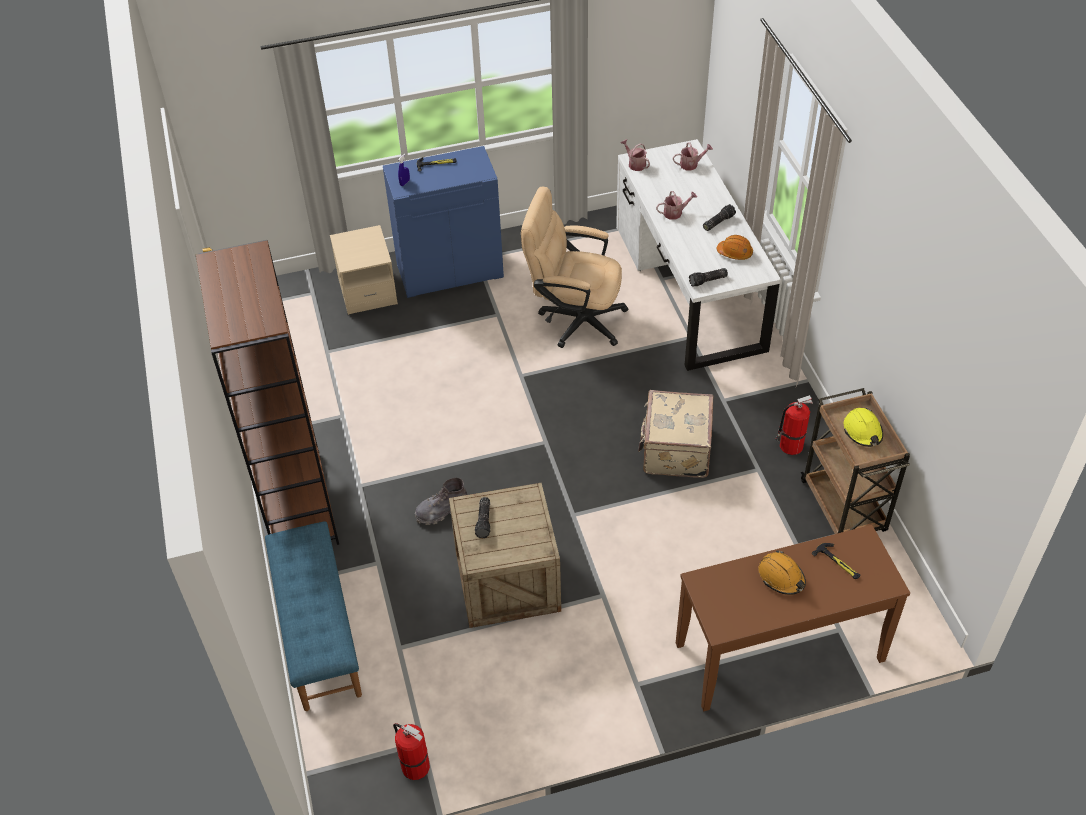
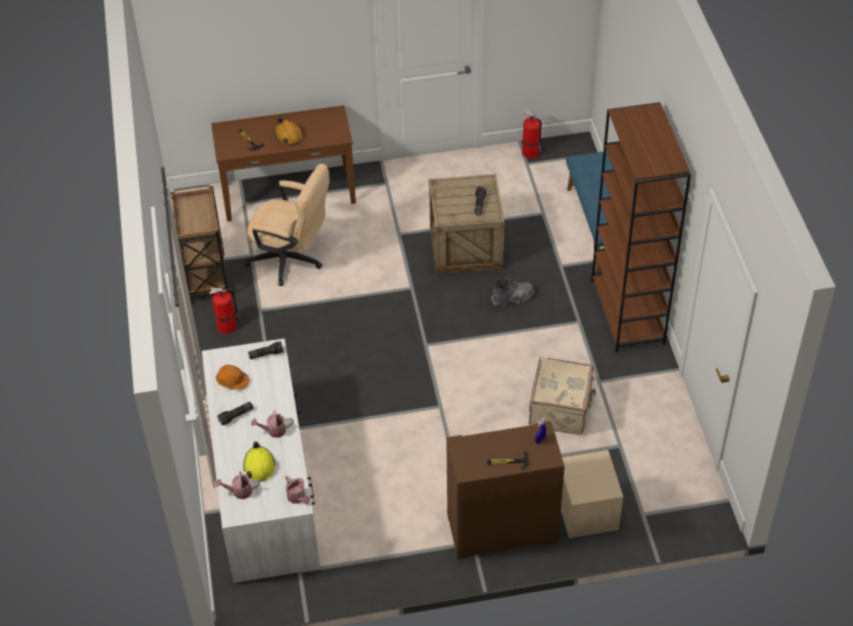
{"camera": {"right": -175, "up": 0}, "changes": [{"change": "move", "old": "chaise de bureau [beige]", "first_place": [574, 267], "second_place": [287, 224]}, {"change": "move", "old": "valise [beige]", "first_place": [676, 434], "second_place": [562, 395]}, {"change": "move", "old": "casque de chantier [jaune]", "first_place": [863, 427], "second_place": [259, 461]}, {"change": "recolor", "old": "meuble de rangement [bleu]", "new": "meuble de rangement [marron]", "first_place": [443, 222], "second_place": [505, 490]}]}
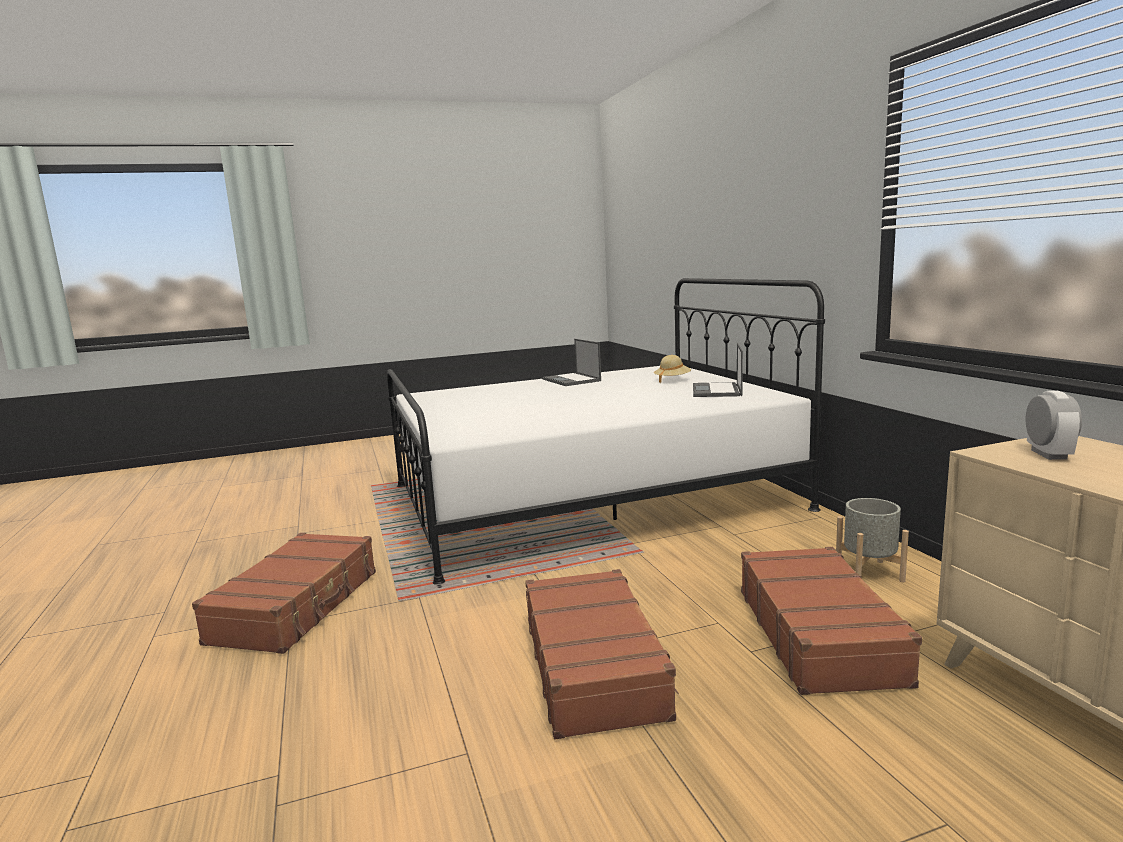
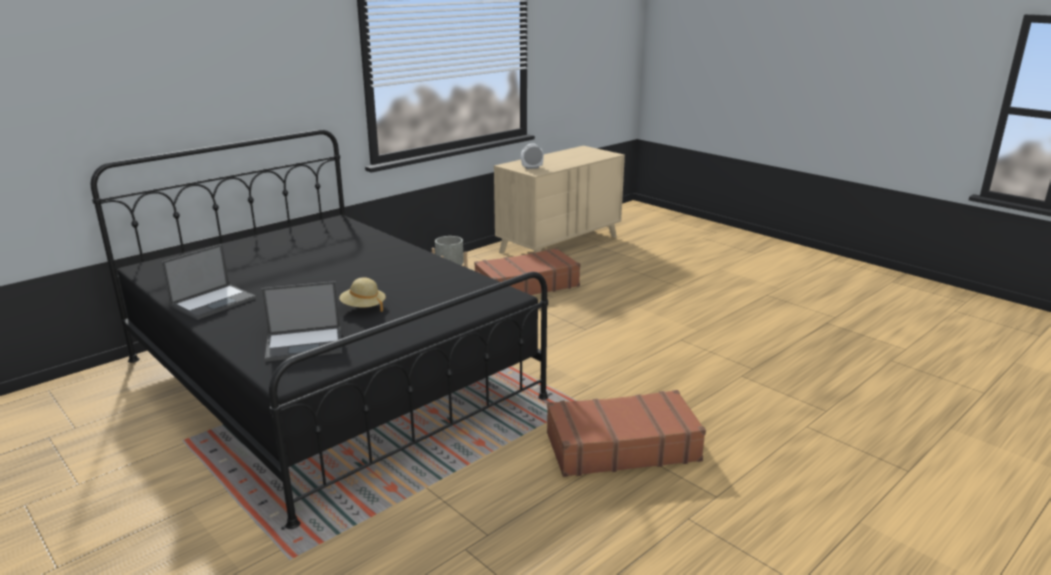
{"camera": {"right": -115, "up": 10}, "changes": [{"change": "delete", "old": "valise [marron]", "first_place": [602, 654]}, {"change": "move", "old": "chapeau [beige]", "first_place": [672, 369], "second_place": [362, 294]}, {"change": "move", "old": "ordinateur portable", "first_place": [718, 370], "second_place": [301, 321]}, {"change": "recolor", "old": "lit [blanc]", "new": "lit [noir]", "first_place": [606, 431], "second_place": [319, 329]}]}
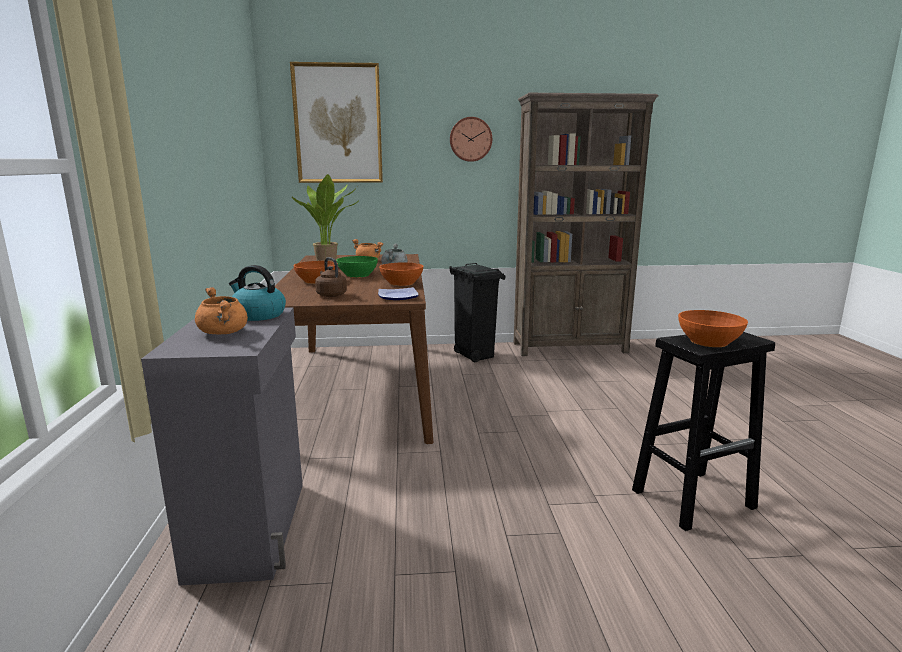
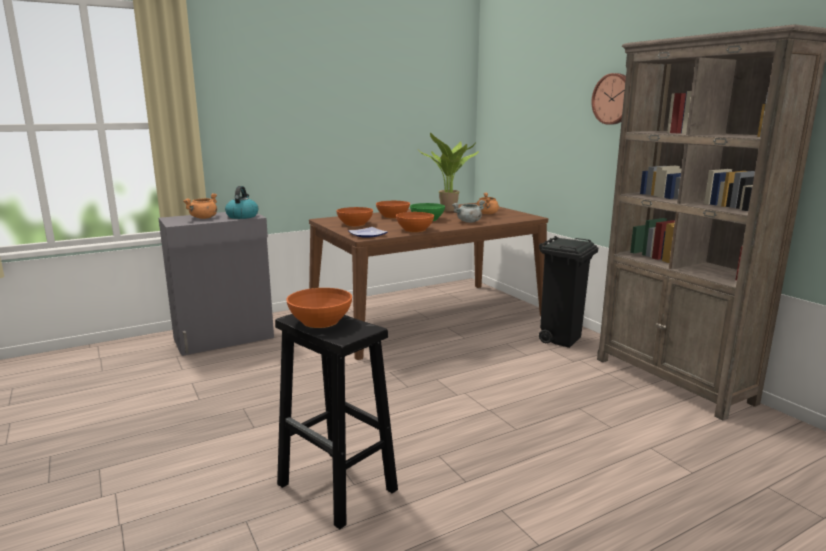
{"camera": {"right": 65, "up": 0}, "changes": [{"change": "delete", "old": "tableau", "first_place": [336, 122]}, {"change": "replace", "old": "bouilloire [marron]", "new": "bol [orange]", "first_place": [331, 277], "second_place": [354, 216]}]}
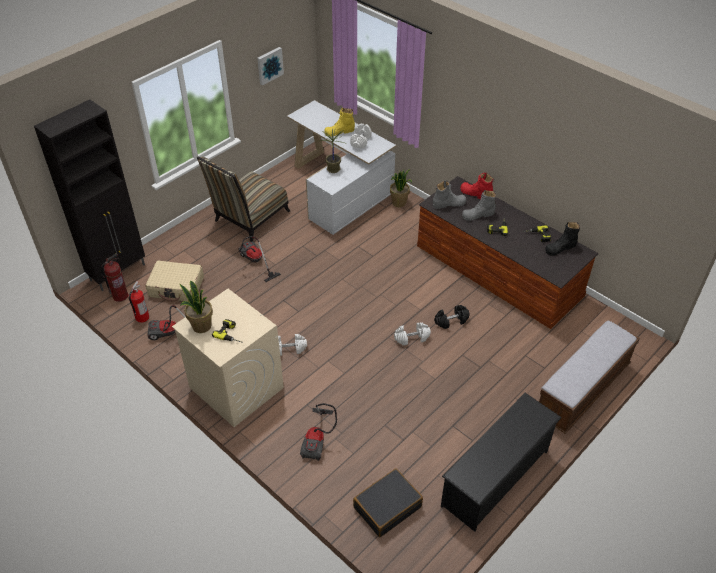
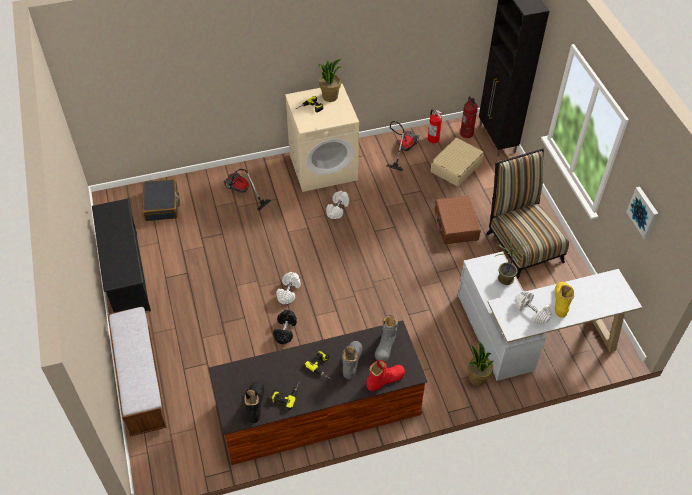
{"camera": {"right": 120, "up": 5}, "changes": [{"change": "replace", "old": "aspirateur", "new": "valise [marron]", "first_place": [259, 259], "second_place": [458, 220]}]}
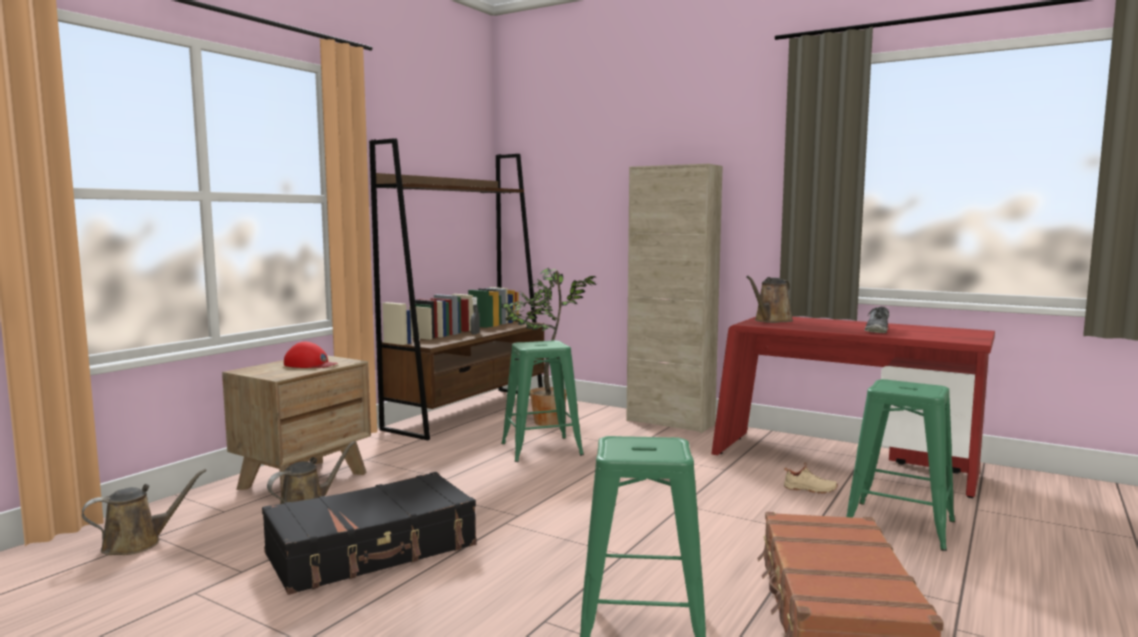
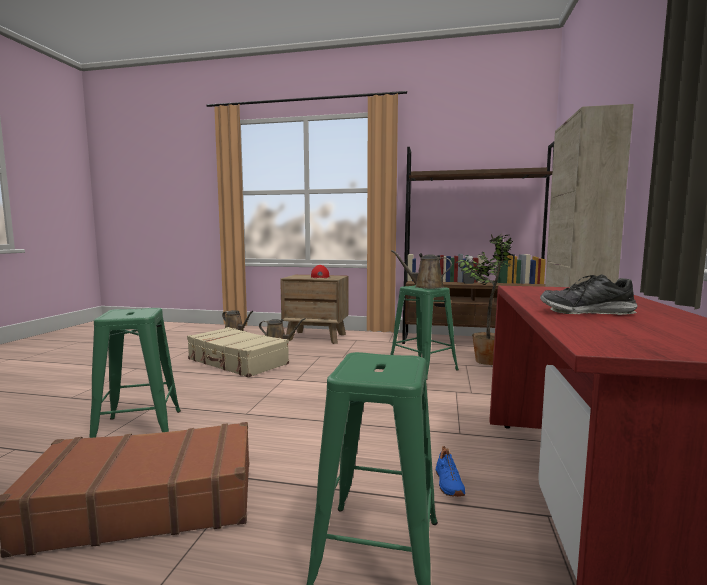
{"camera": {"right": 70, "up": 0}, "changes": [{"change": "move", "old": "arrosoir [marron]", "first_place": [769, 299], "second_place": [421, 269]}, {"change": "recolor", "old": "valise [noir]", "new": "valise [beige]", "first_place": [369, 533], "second_place": [238, 352]}, {"change": "recolor", "old": "chaussure [beige]", "new": "chaussure [bleu]", "first_place": [811, 478], "second_place": [450, 471]}]}
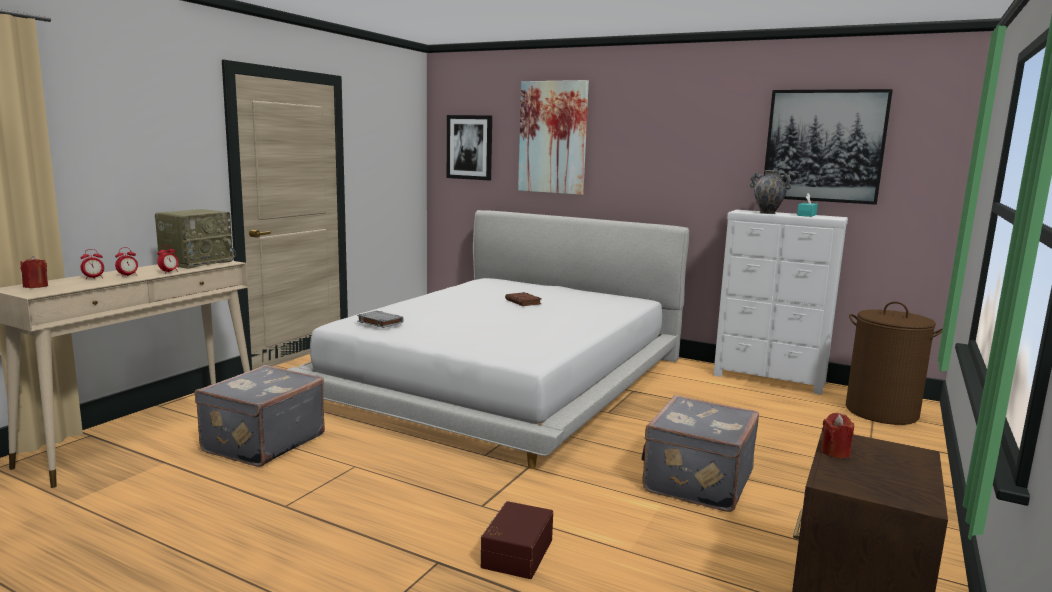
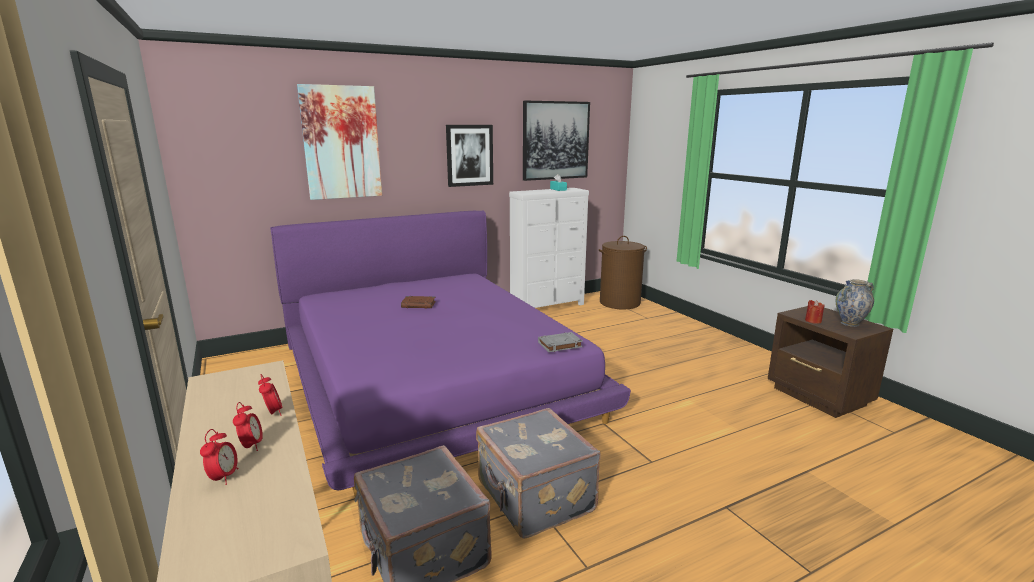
{"camera": {"right": -55, "up": 5}, "changes": [{"change": "delete", "old": "bougie [rouge]", "first_place": [34, 272]}, {"change": "delete", "old": "radio", "first_place": [195, 239]}, {"change": "delete", "old": "boîte de rangement [marron]", "first_place": [517, 540]}, {"change": "move", "old": "livre [gris]", "first_place": [380, 319], "second_place": [560, 342]}, {"change": "move", "old": "tableau", "first_place": [469, 147], "second_place": [469, 156]}, {"change": "move", "old": "valise [gris]", "first_place": [700, 453], "second_place": [538, 473]}, {"change": "move", "old": "vase", "first_place": [770, 192], "second_place": [855, 303]}, {"change": "recolor", "old": "lit [blanc]", "new": "lit [violet]", "first_place": [487, 339], "second_place": [450, 353]}]}
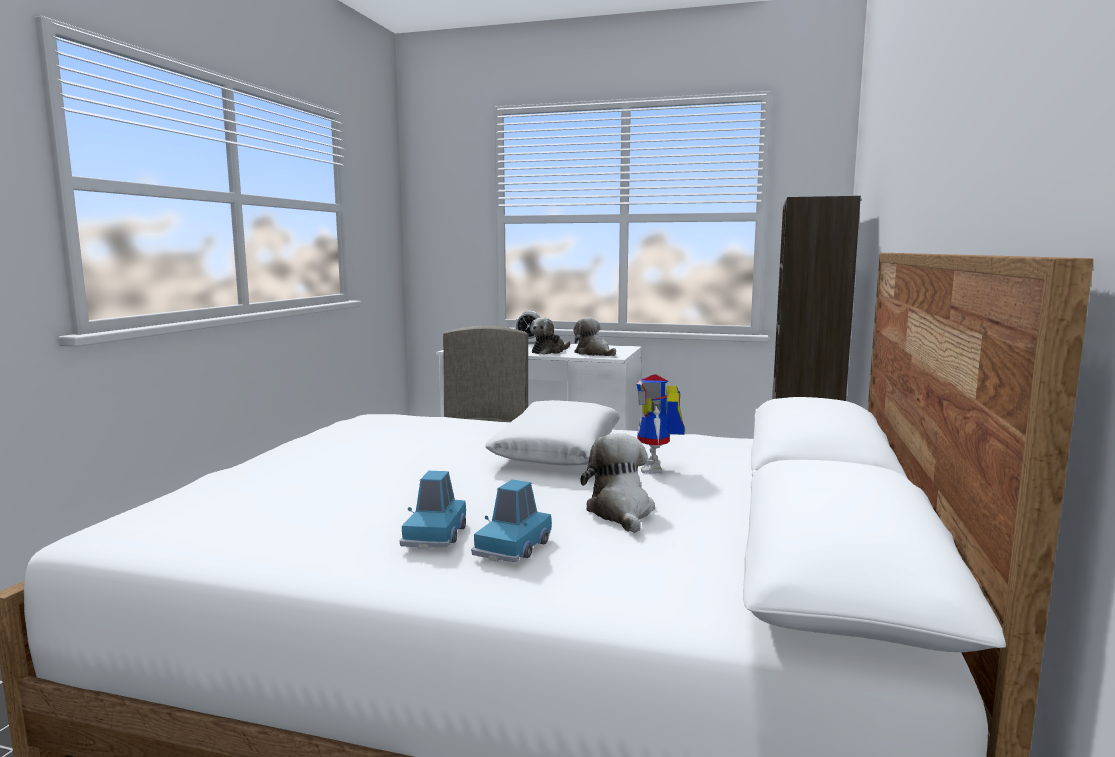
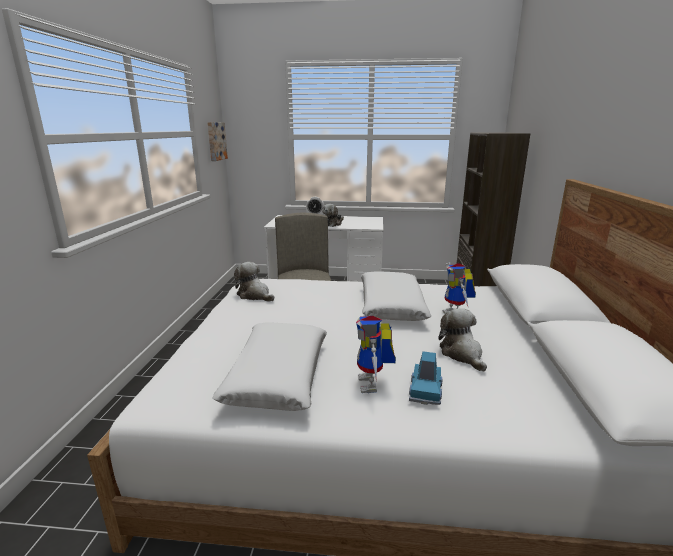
{"camera": {"right": -10, "up": 10}, "changes": [{"change": "insert", "new": "tableau", "second_place": [217, 141]}, {"change": "insert", "new": "coussin [blanc]", "second_place": [269, 366]}, {"change": "move", "old": "peluche", "first_place": [594, 336], "second_place": [254, 282]}, {"change": "replace", "old": "petite voiture [bleu]", "new": "robot jouet", "first_place": [433, 510], "second_place": [376, 352]}]}
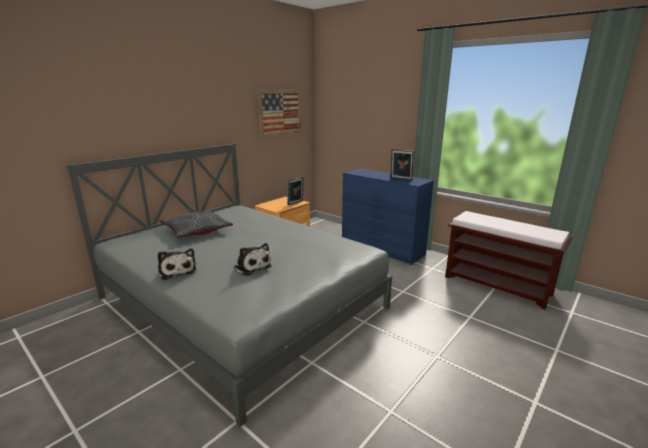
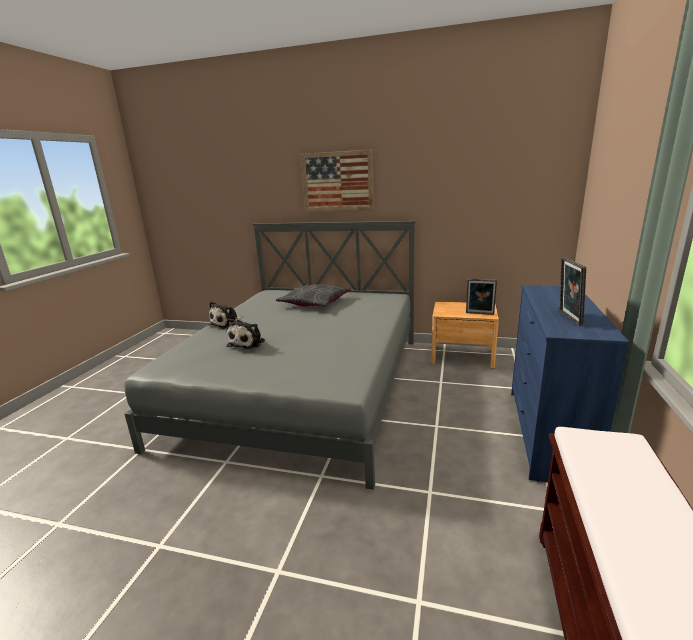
{"camera": {"right": 65, "up": 0}, "changes": [{"change": "move", "old": "tableau", "first_place": [279, 113], "second_place": [337, 181]}]}
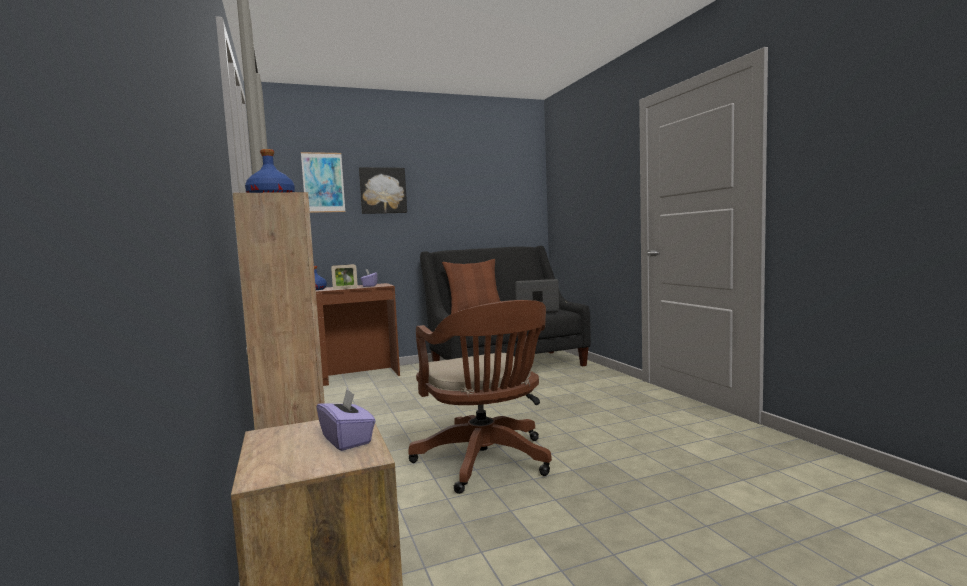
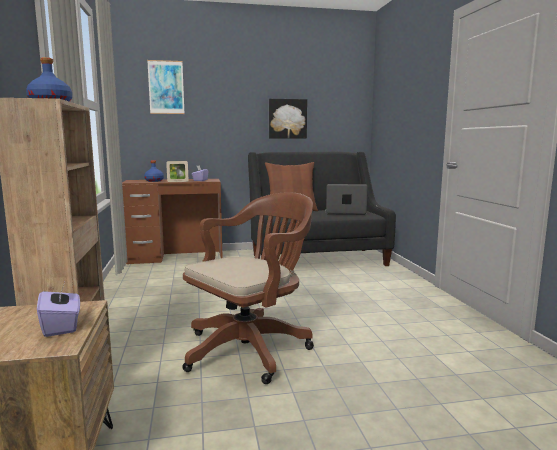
{"camera": {"right": 10, "up": 5}, "changes": [{"change": "move", "old": "tableau", "first_place": [383, 190], "second_place": [288, 119]}, {"change": "rotate", "old": "chaise de bureau [marron]", "first_place": [480, 397], "second_place": [248, 288], "degrees": -120}]}
